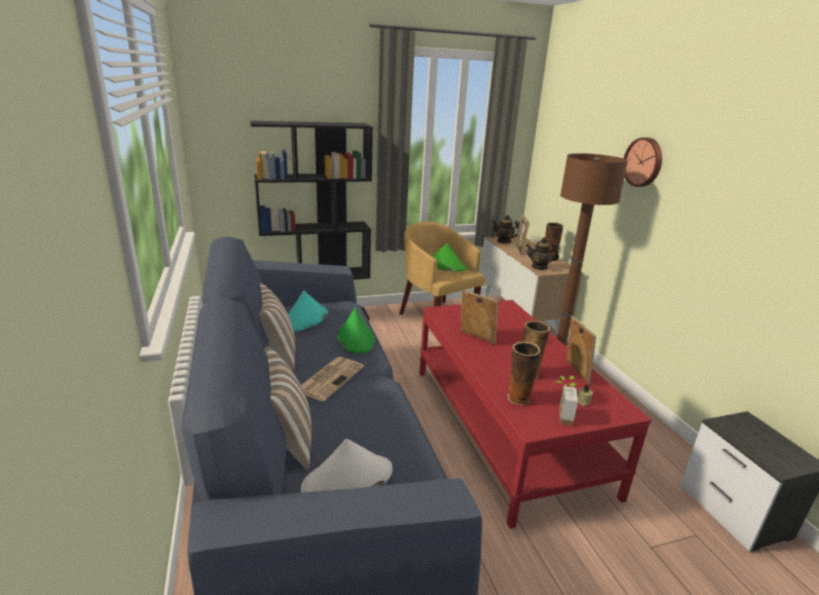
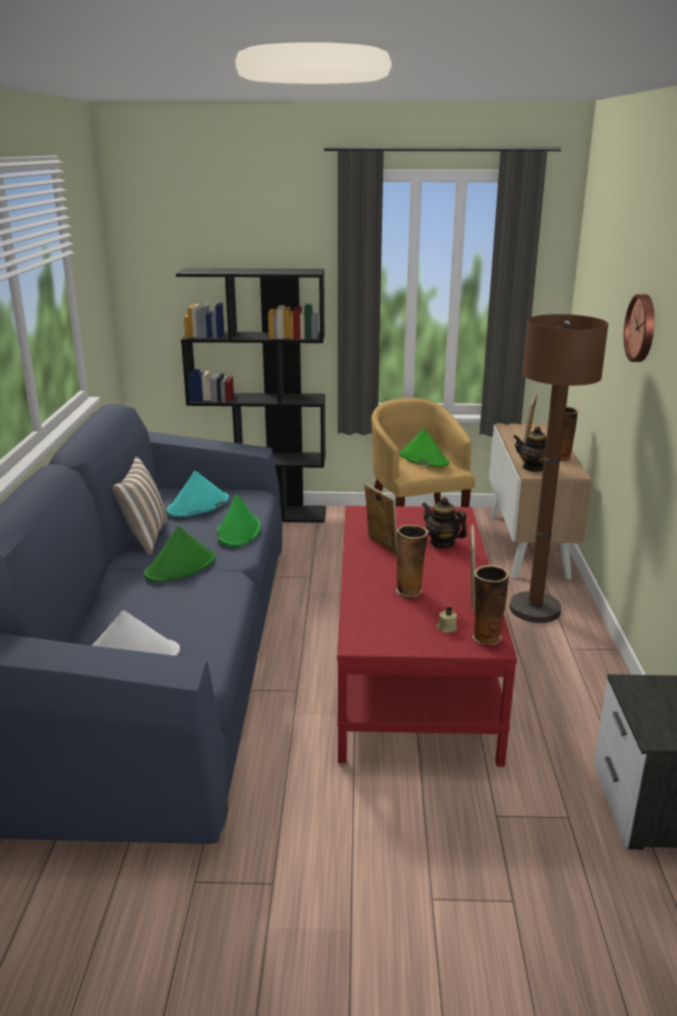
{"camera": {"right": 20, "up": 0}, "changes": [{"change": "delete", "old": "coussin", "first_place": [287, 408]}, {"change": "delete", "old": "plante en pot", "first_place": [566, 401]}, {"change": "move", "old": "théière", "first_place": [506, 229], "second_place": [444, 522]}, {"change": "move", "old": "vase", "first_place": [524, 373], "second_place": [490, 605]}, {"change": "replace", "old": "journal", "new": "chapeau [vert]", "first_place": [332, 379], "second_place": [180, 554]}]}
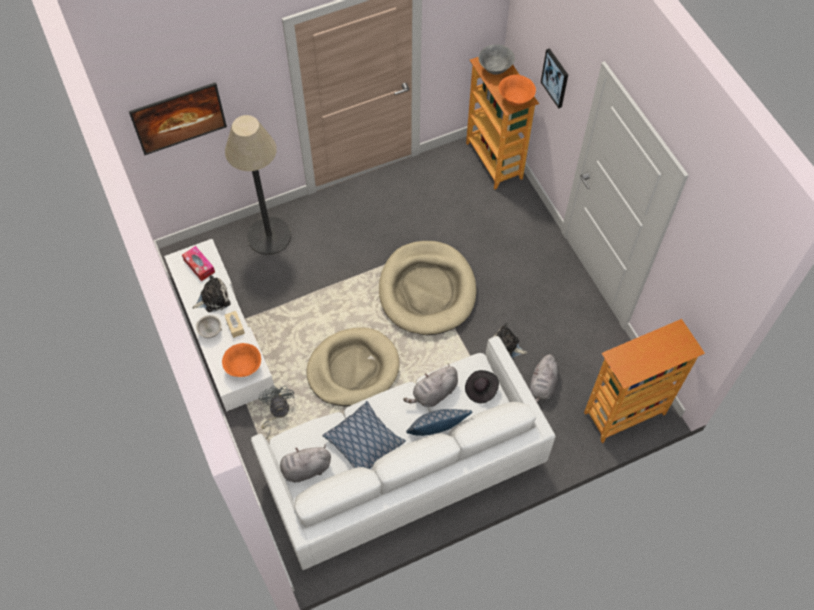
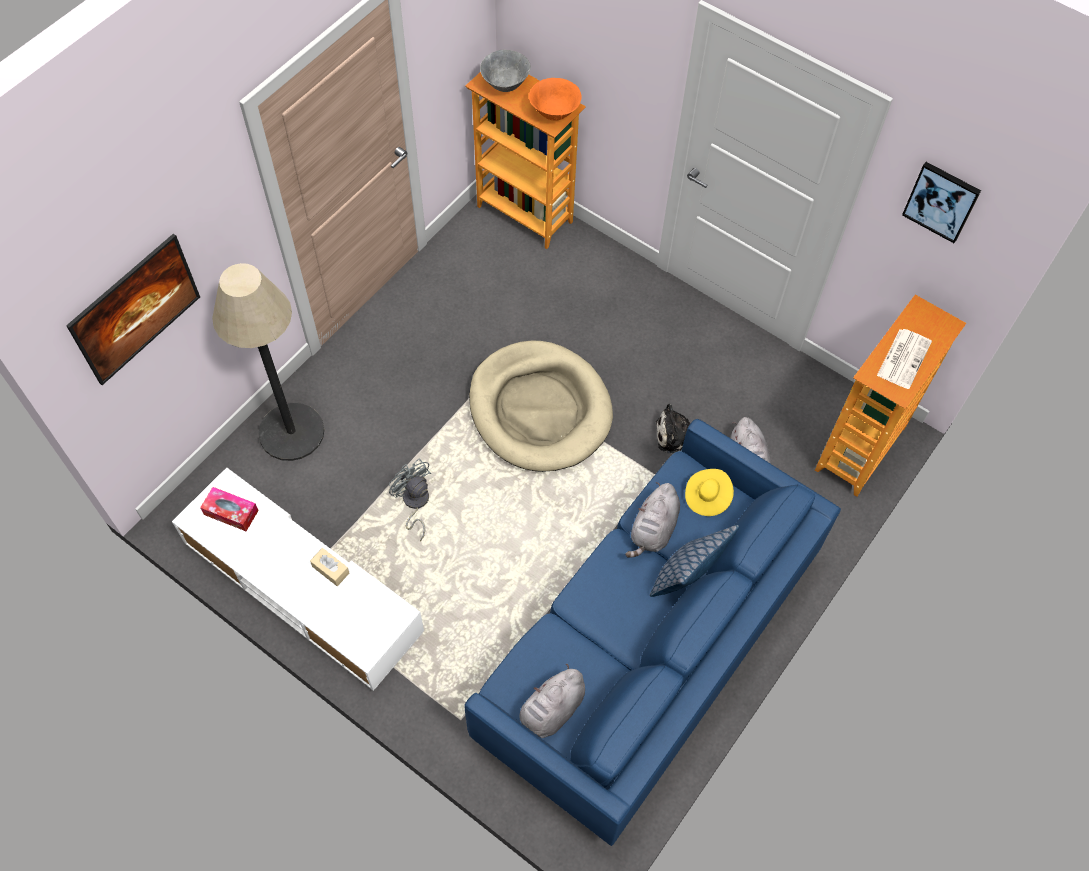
{"camera": {"right": -30, "up": 0}, "changes": [{"change": "delete", "old": "peluche", "first_place": [211, 293]}, {"change": "delete", "old": "bol [gris]", "first_place": [209, 326]}, {"change": "delete", "old": "bol [orange]", "first_place": [241, 360]}, {"change": "delete", "old": "panier pour chien [beige]", "first_place": [353, 366]}, {"change": "delete", "old": "coussin", "first_place": [364, 435]}, {"change": "insert", "new": "journal", "second_place": [904, 359]}, {"change": "move", "old": "ventilateur [gris]", "first_place": [276, 412], "second_place": [410, 499]}, {"change": "move", "old": "tableau", "first_place": [554, 78], "second_place": [941, 202]}, {"change": "recolor", "old": "canapé [blanc]", "new": "canapé [bleu]", "first_place": [403, 453], "second_place": [653, 632]}, {"change": "recolor", "old": "chapeau [noir]", "new": "chapeau [jaune]", "first_place": [482, 386], "second_place": [709, 492]}]}
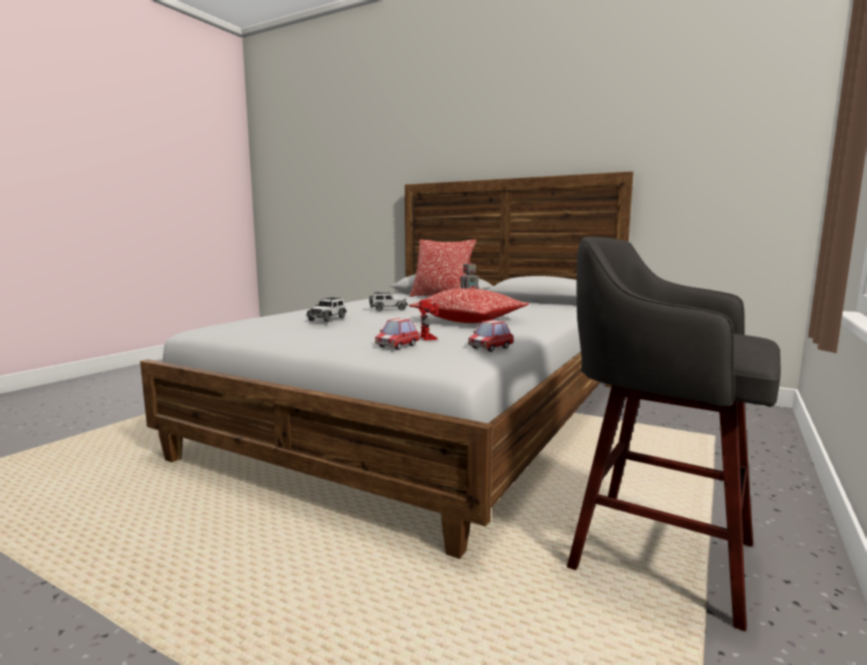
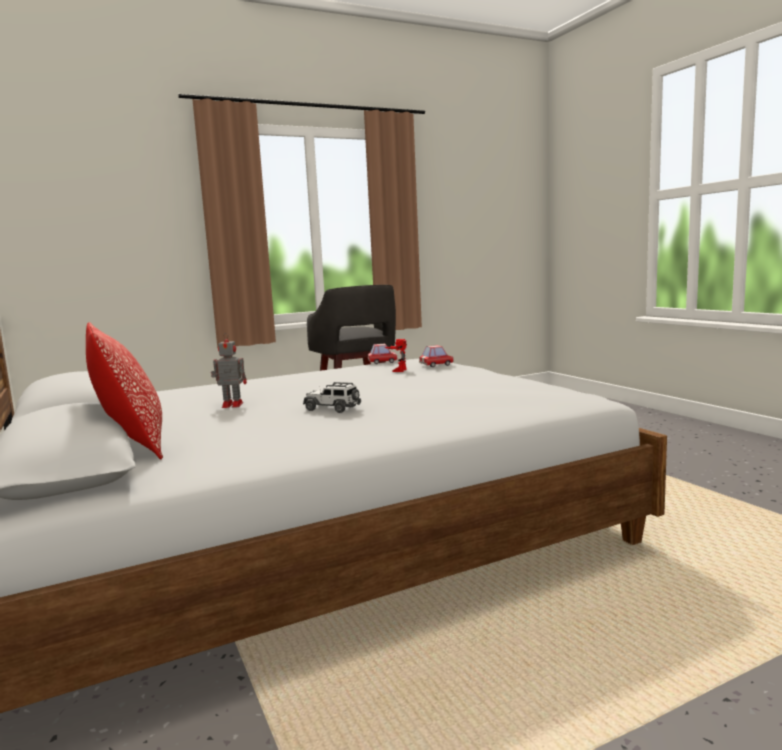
{"camera": {"right": -145, "up": 0}, "changes": [{"change": "delete", "old": "petite voiture", "first_place": [326, 309]}, {"change": "delete", "old": "coussin", "first_place": [469, 305]}]}
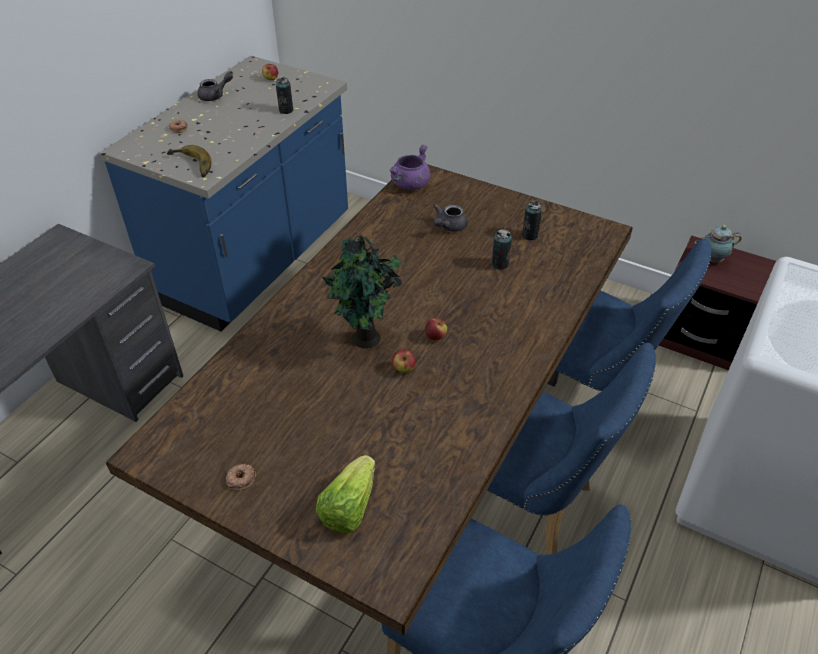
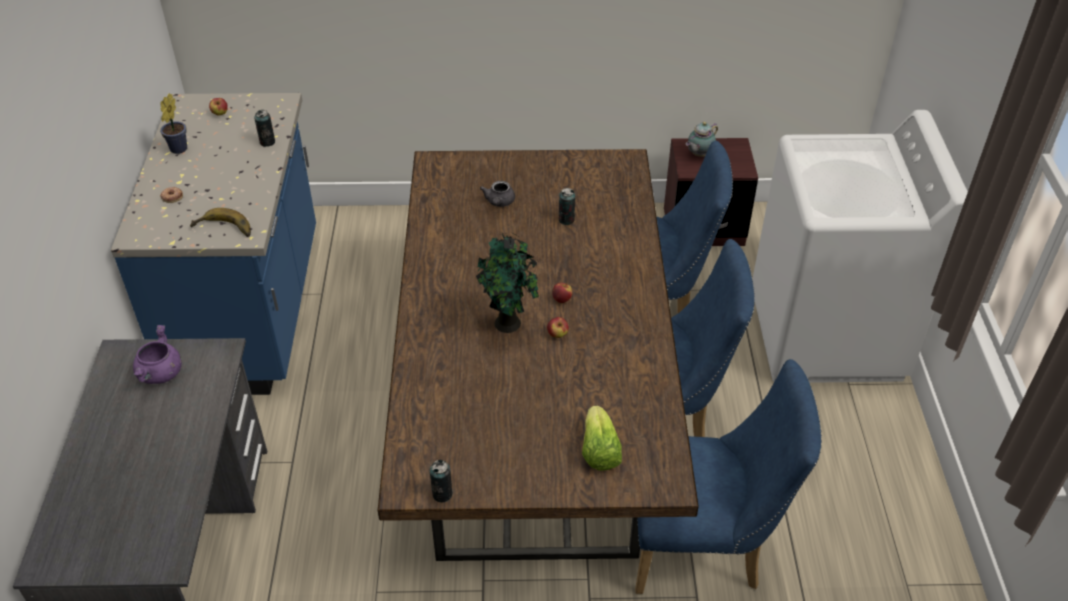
{"camera": {"right": -30, "up": 0}, "changes": [{"change": "delete", "old": "beignet", "first_place": [241, 477]}, {"change": "move", "old": "marmite [violet]", "first_place": [409, 167], "second_place": [157, 354]}, {"change": "move", "old": "boîte métallique", "first_place": [532, 221], "second_place": [441, 481]}, {"change": "replace", "old": "théière [gris]", "new": "plante en pot", "first_place": [215, 86], "second_place": [173, 123]}]}
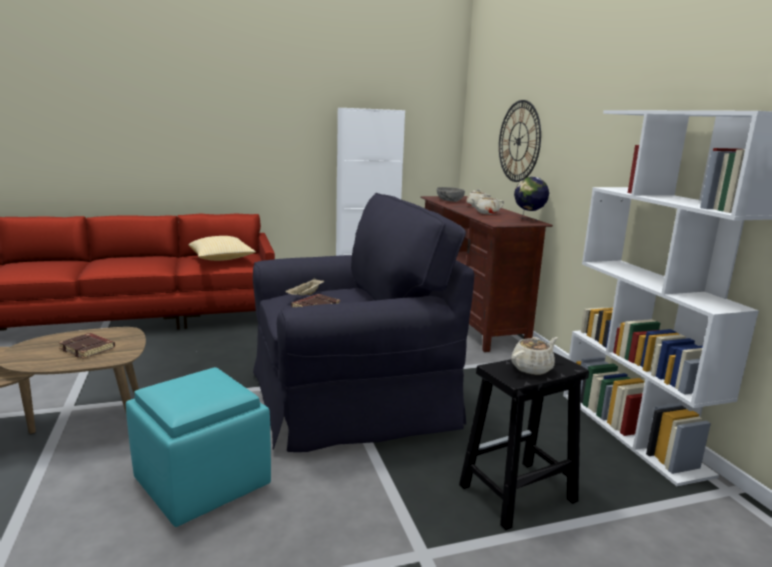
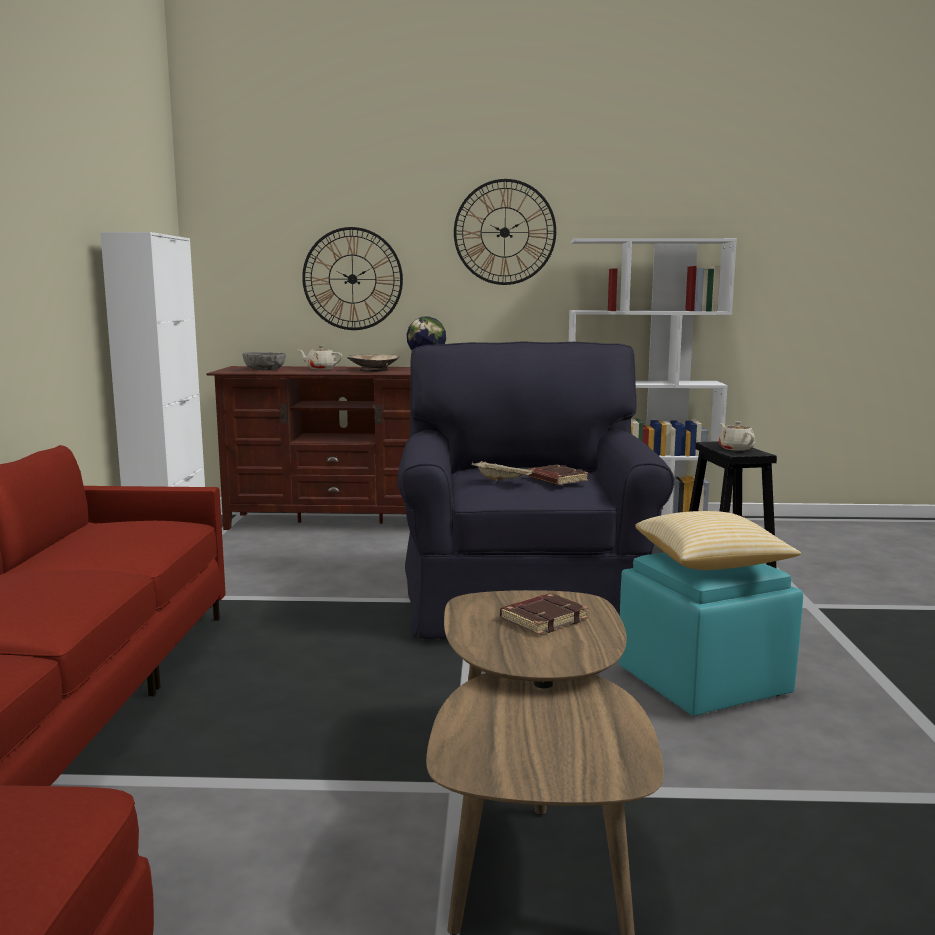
{"camera": {"right": -70, "up": -5}, "changes": [{"change": "insert", "new": "horloge murale", "second_place": [505, 232]}, {"change": "move", "old": "coussin", "first_place": [222, 248], "second_place": [718, 540]}, {"change": "replace", "old": "théière [beige]", "new": "bol [beige]", "first_place": [487, 204], "second_place": [373, 363]}]}
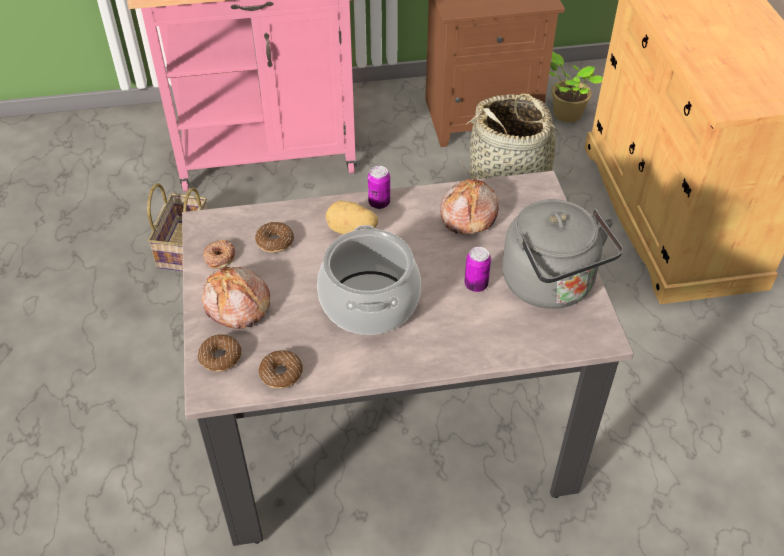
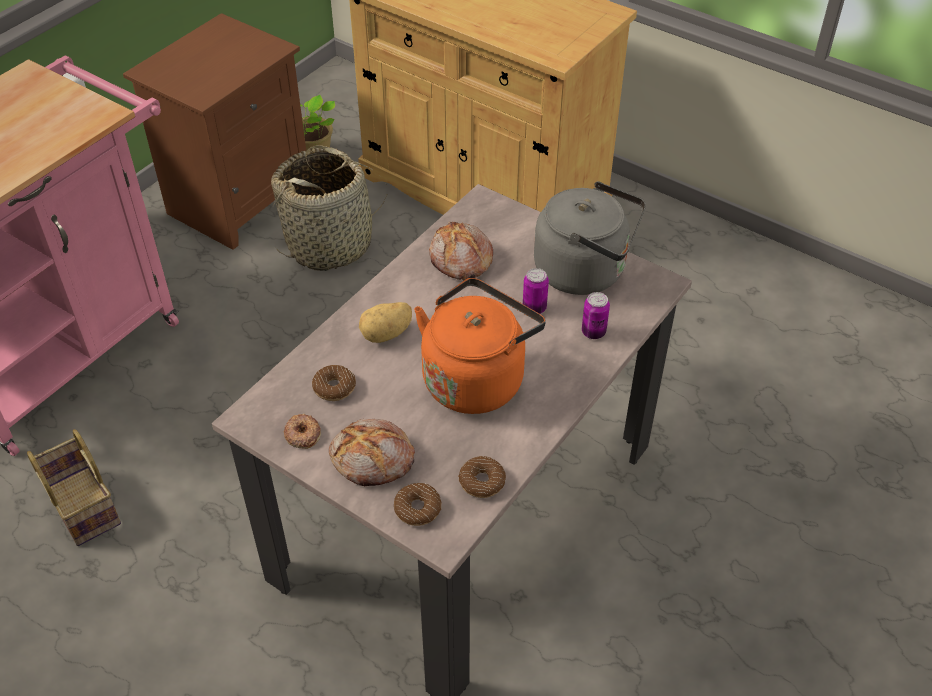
{"camera": {"right": -45, "up": 0}, "changes": [{"change": "move", "old": "boîte métallique", "first_place": [379, 187], "second_place": [596, 315]}, {"change": "replace", "old": "marmite", "new": "bouilloire [orange]", "first_place": [369, 280], "second_place": [479, 346]}]}
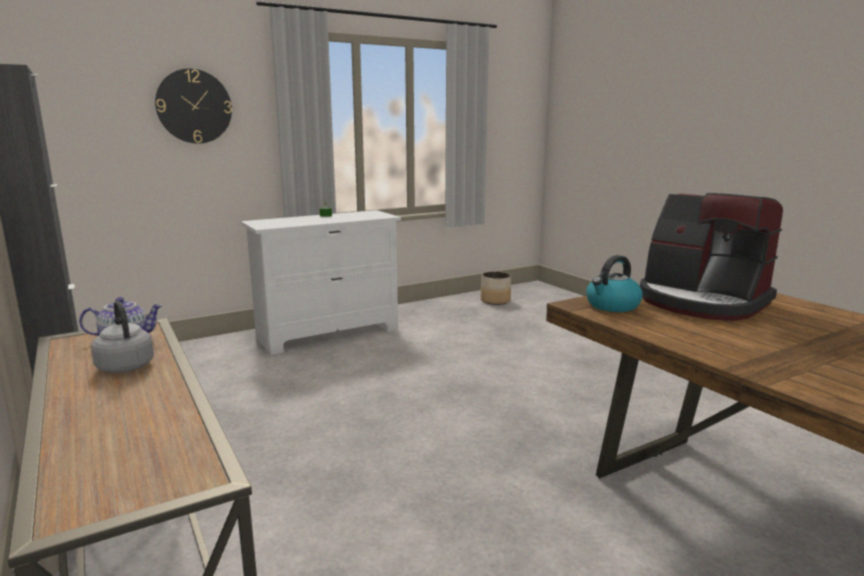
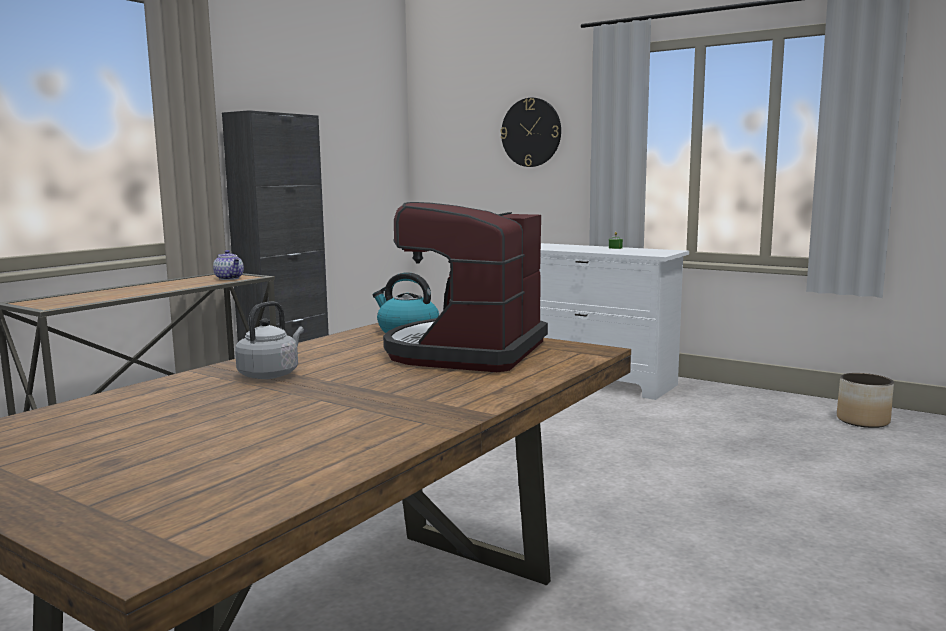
{"camera": {"right": 65, "up": -5}, "changes": [{"change": "move", "old": "bouilloire [gris]", "first_place": [122, 337], "second_place": [269, 340]}]}
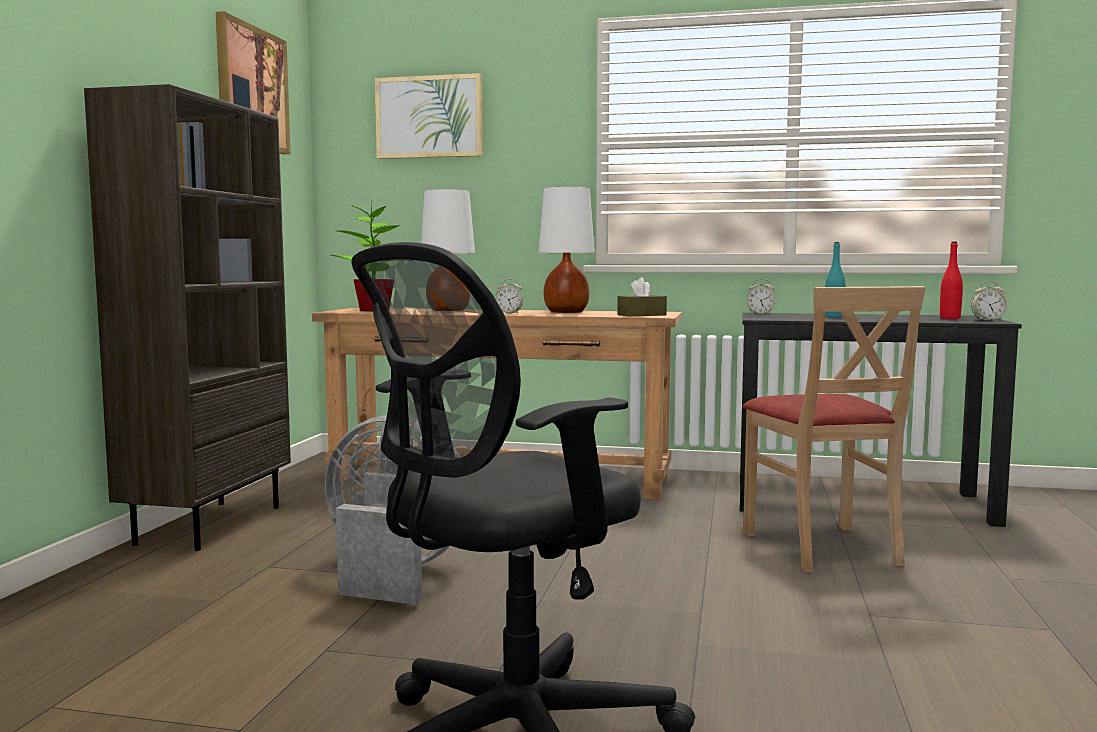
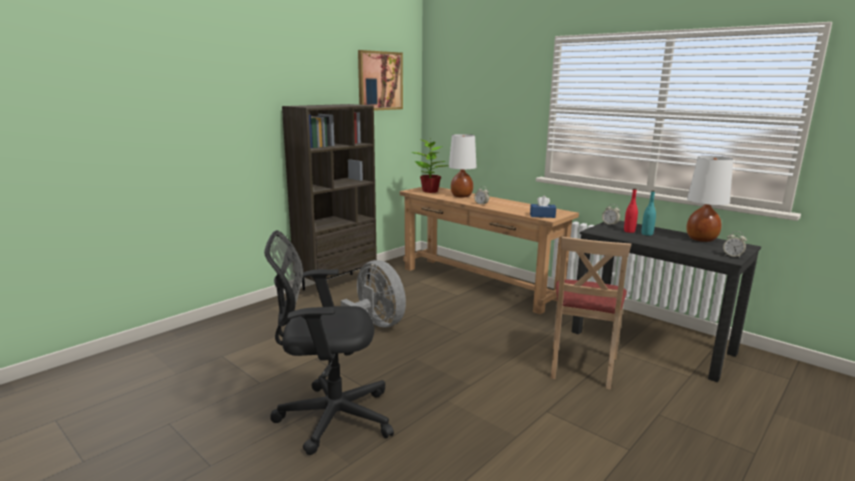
{"camera": {"right": 30, "up": 10}, "changes": [{"change": "delete", "old": "tableau", "first_place": [429, 116]}, {"change": "move", "old": "lampe de table [blanc]", "first_place": [567, 250], "second_place": [709, 199]}, {"change": "move", "old": "bouteille [rouge]", "first_place": [951, 280], "second_place": [631, 210]}, {"change": "recolor", "old": "boîte à mouchoirs [marron]", "new": "boîte à mouchoirs [bleu]", "first_place": [642, 296], "second_place": [543, 207]}]}
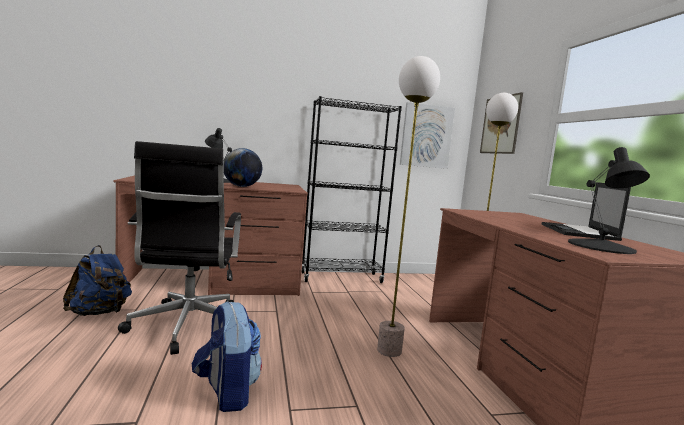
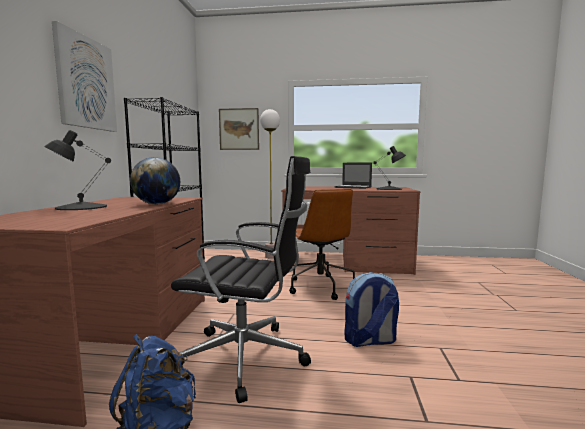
{"camera": {"right": -70, "up": 0}, "changes": [{"change": "move", "old": "tableau", "first_place": [427, 135], "second_place": [84, 76]}, {"change": "replace", "old": "lampadaire", "new": "chaise de bureau [marron]", "first_place": [408, 206], "second_place": [322, 244]}]}
